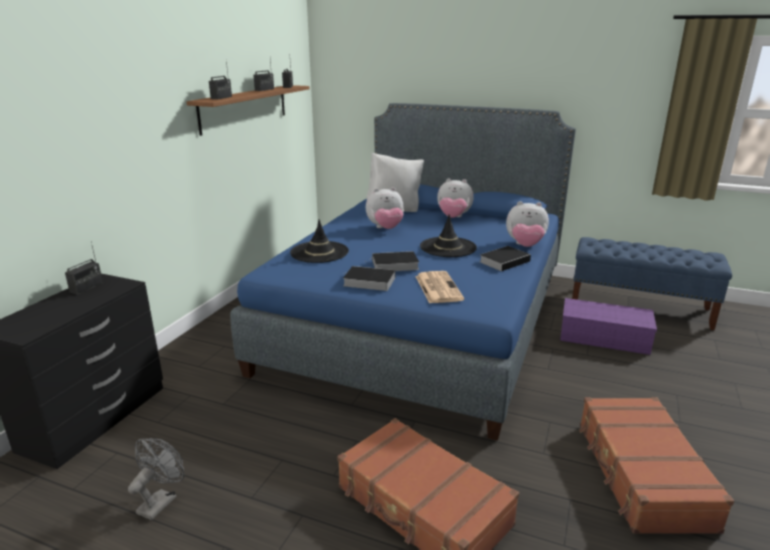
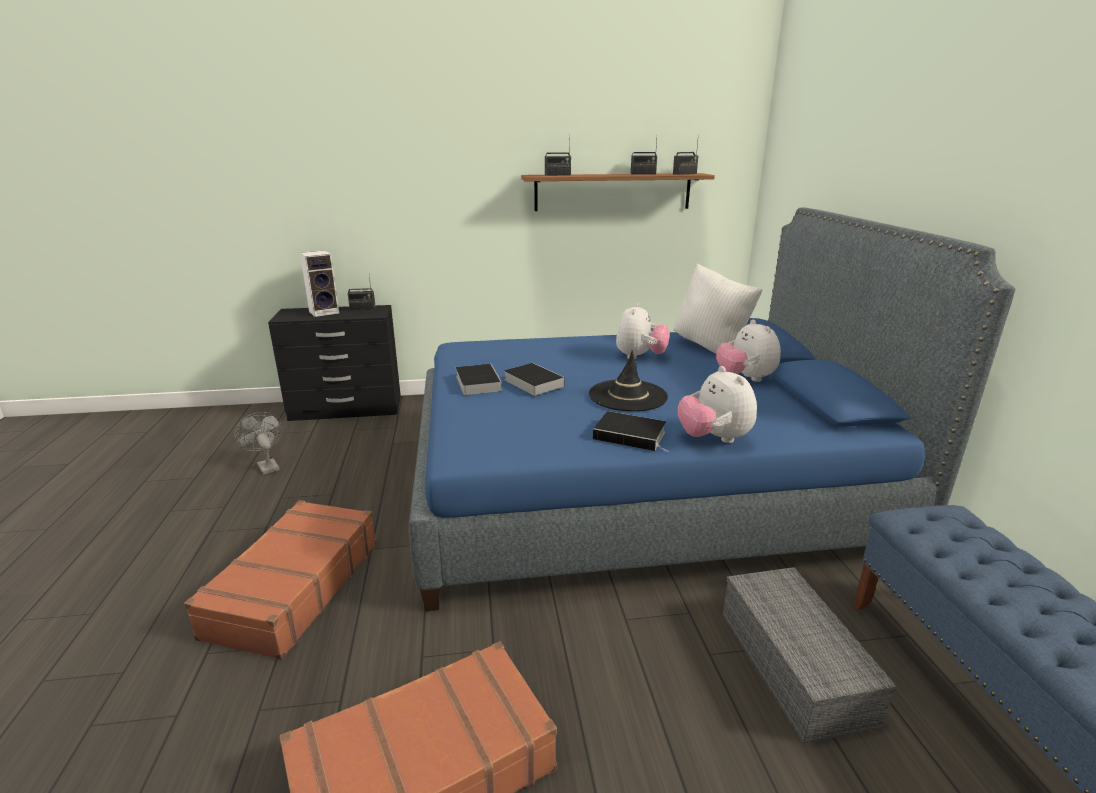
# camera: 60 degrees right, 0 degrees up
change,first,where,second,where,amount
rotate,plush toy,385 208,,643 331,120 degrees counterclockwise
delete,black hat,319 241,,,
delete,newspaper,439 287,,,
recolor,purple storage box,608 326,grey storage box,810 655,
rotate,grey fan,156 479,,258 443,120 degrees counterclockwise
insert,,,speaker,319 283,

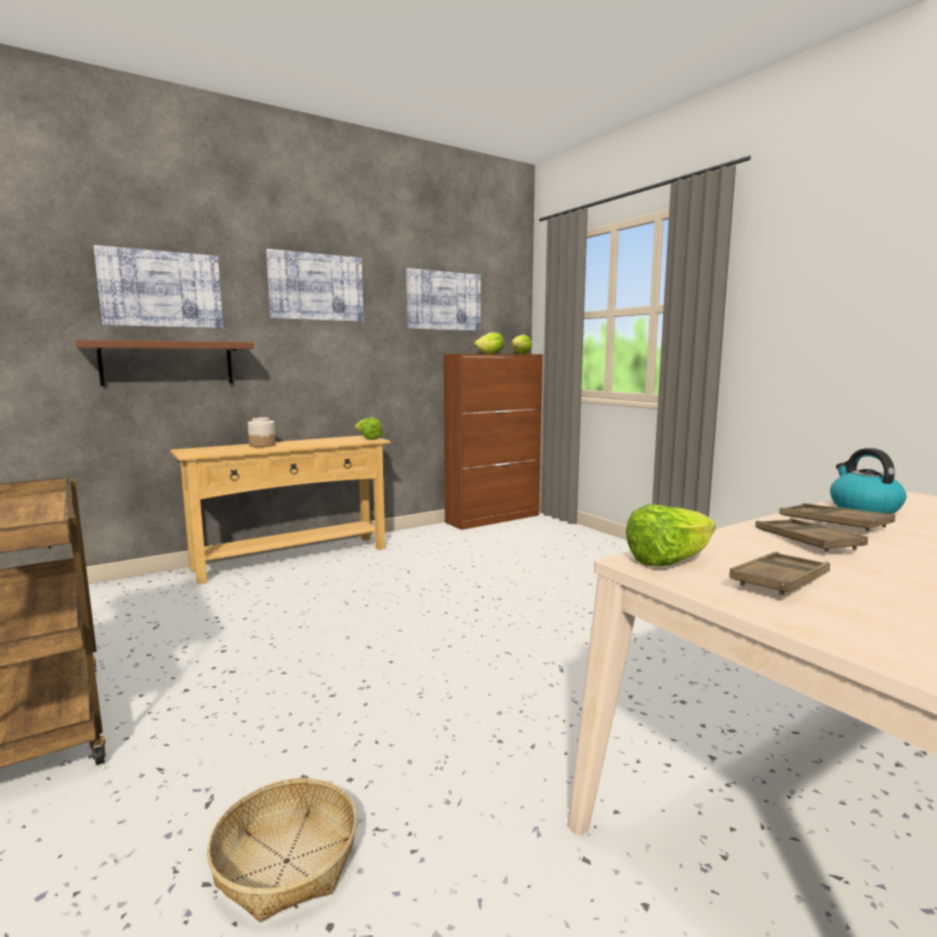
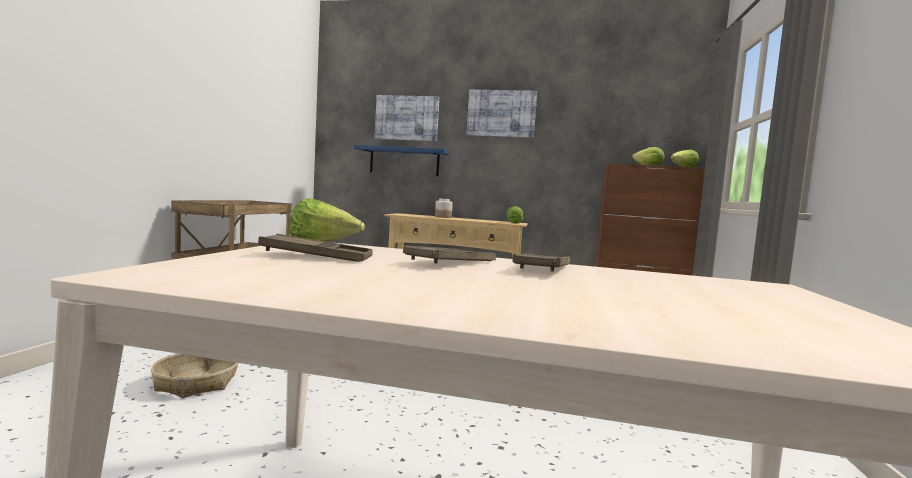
# camera: 45 degrees right, 5 degrees down
change,first,where,second,where,amount
delete,picture,443 299,,,
recolor,brown shelf,165 363,blue shelf,401 160,
delete,kettle,868 481,,,

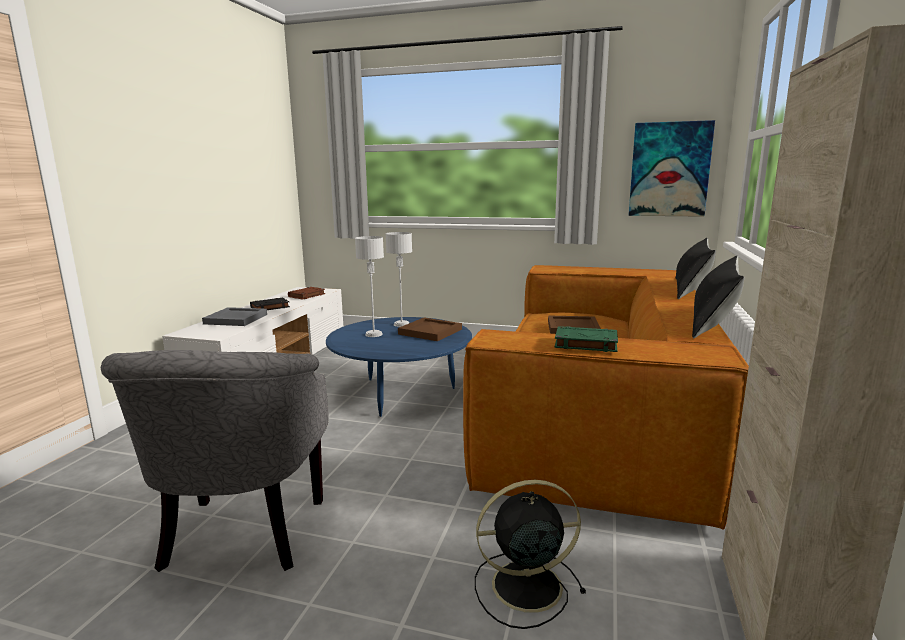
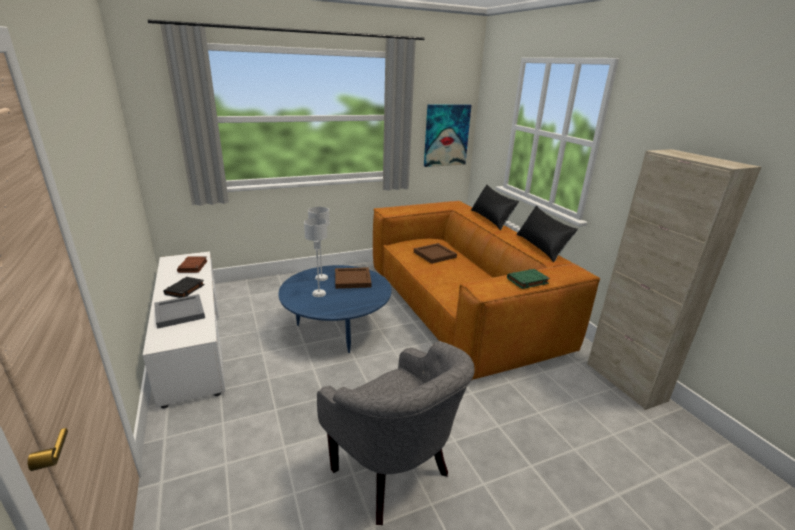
# camera: 40 degrees left, 10 degrees up
change,first,where,second,where,amount
delete,black fan,530 554,,,

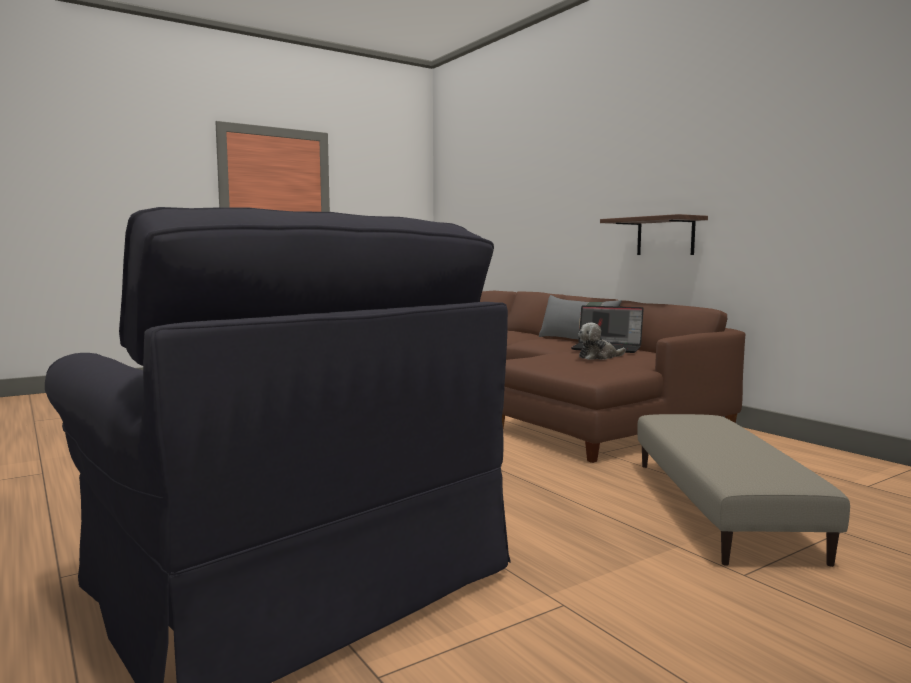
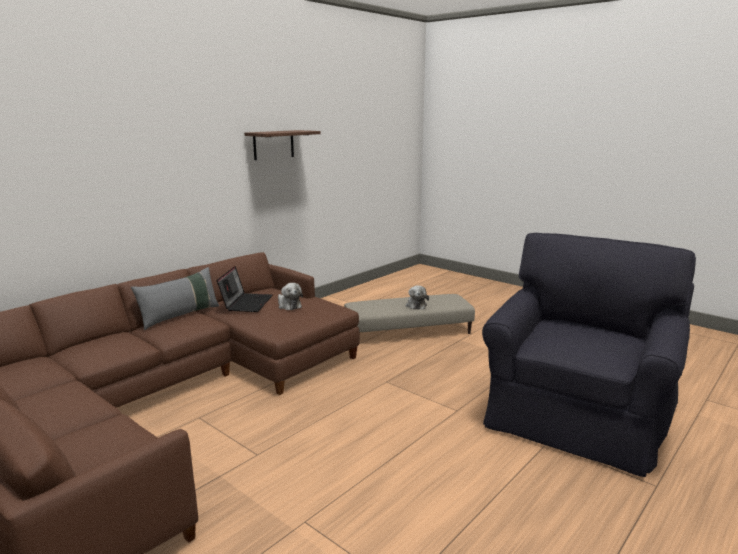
# camera: 105 degrees left, 10 degrees up
change,first,where,second,where,amount
move,shelf,654 234,,282 145,
insert,,,plush toy,417 297,

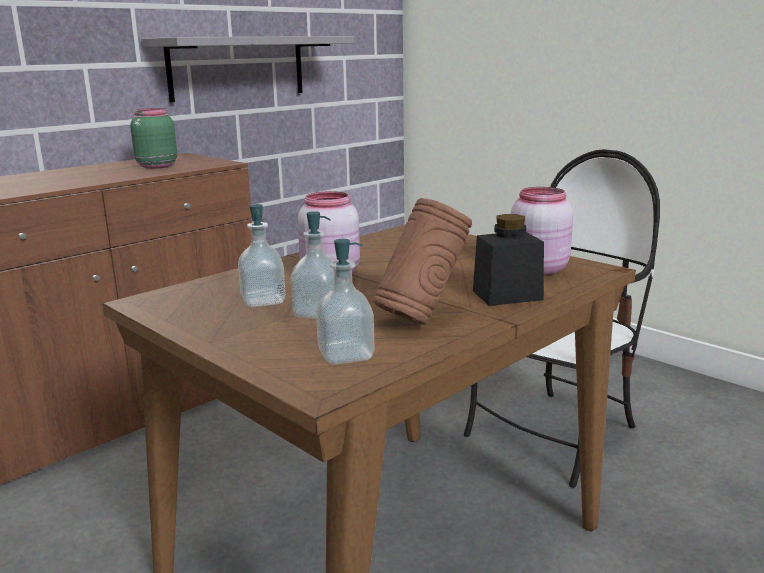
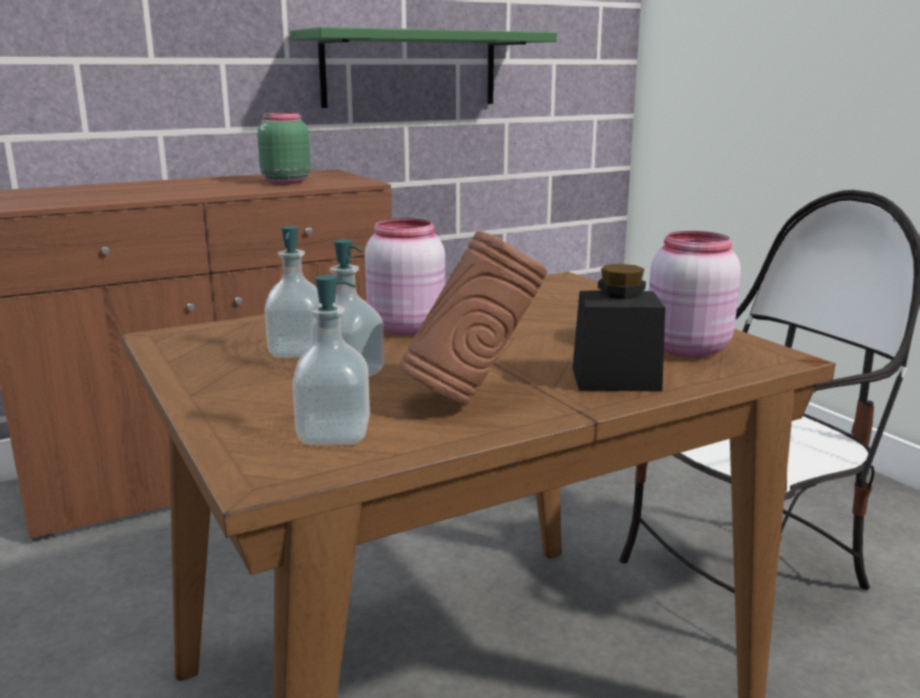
# camera: 15 degrees right, 0 degrees up
change,first,where,second,where,amount
recolor,grey shelf,247 69,green shelf,424 67,

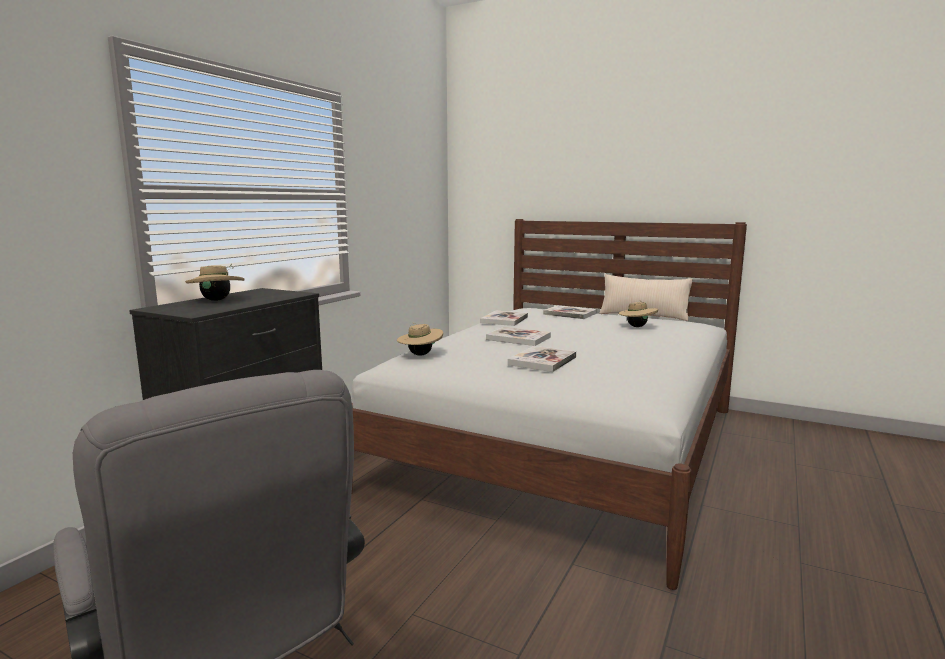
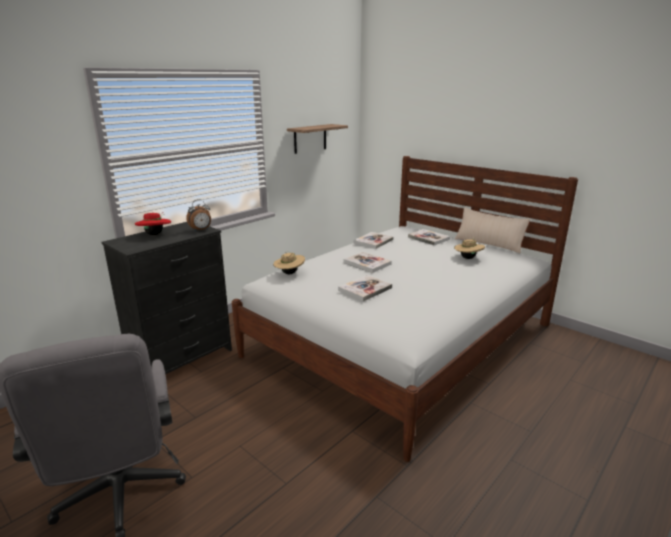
# camera: 15 degrees right, 10 degrees up
change,first,where,second,where,amount
recolor,beige hat,214 282,red hat,153 224,
insert,,,shelf,317 139,
insert,,,alarm clock,198 215,

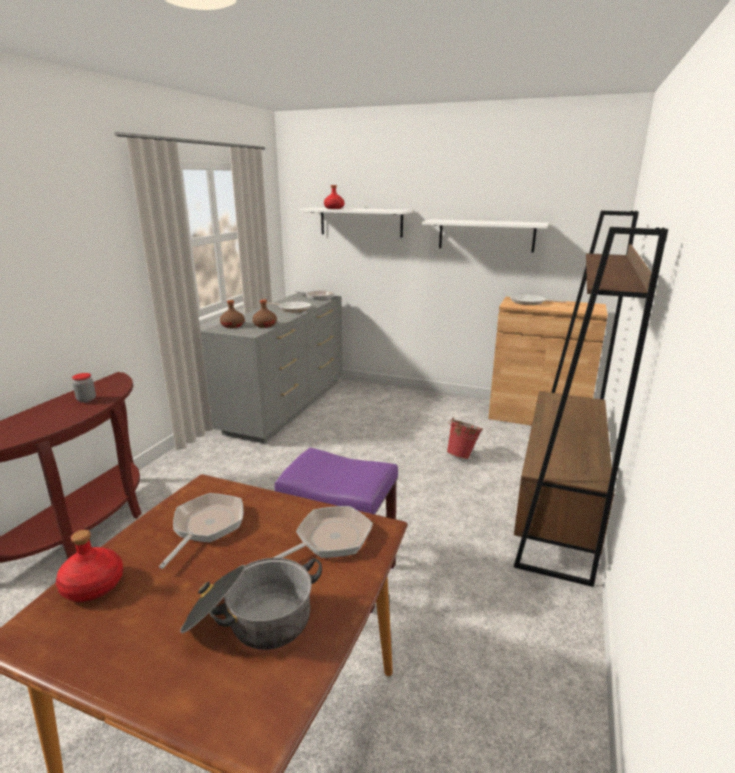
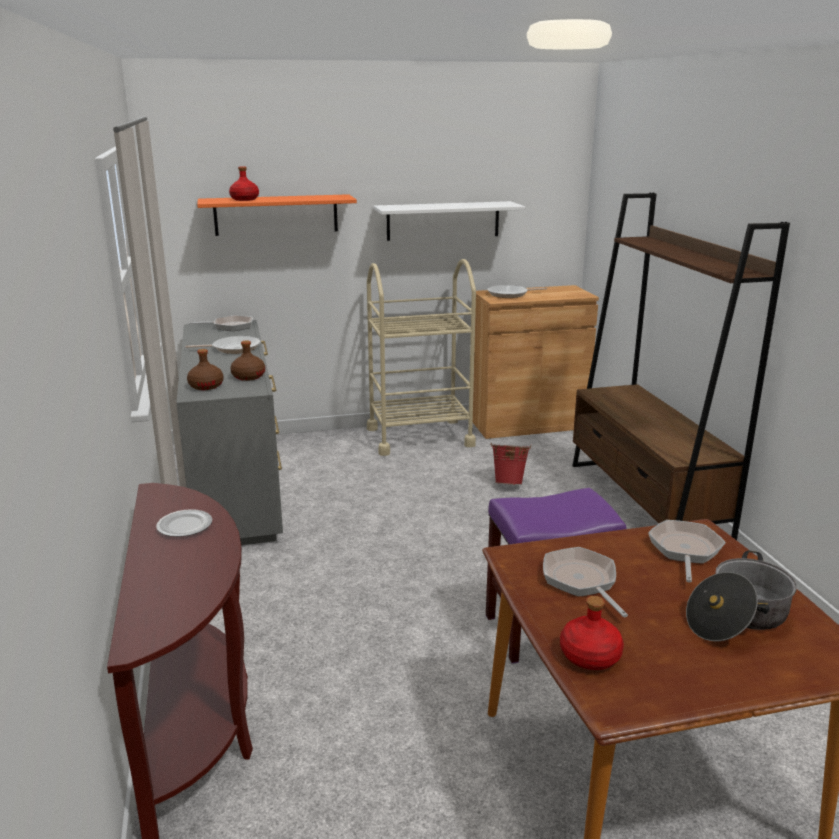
# camera: 35 degrees left, 0 degrees up
change,first,where,second,where,amount
recolor,white shelf,355 223,orange shelf,277 215,
replace,jar,84 388,plate,184 523,
insert,,,beige cart,421 357,

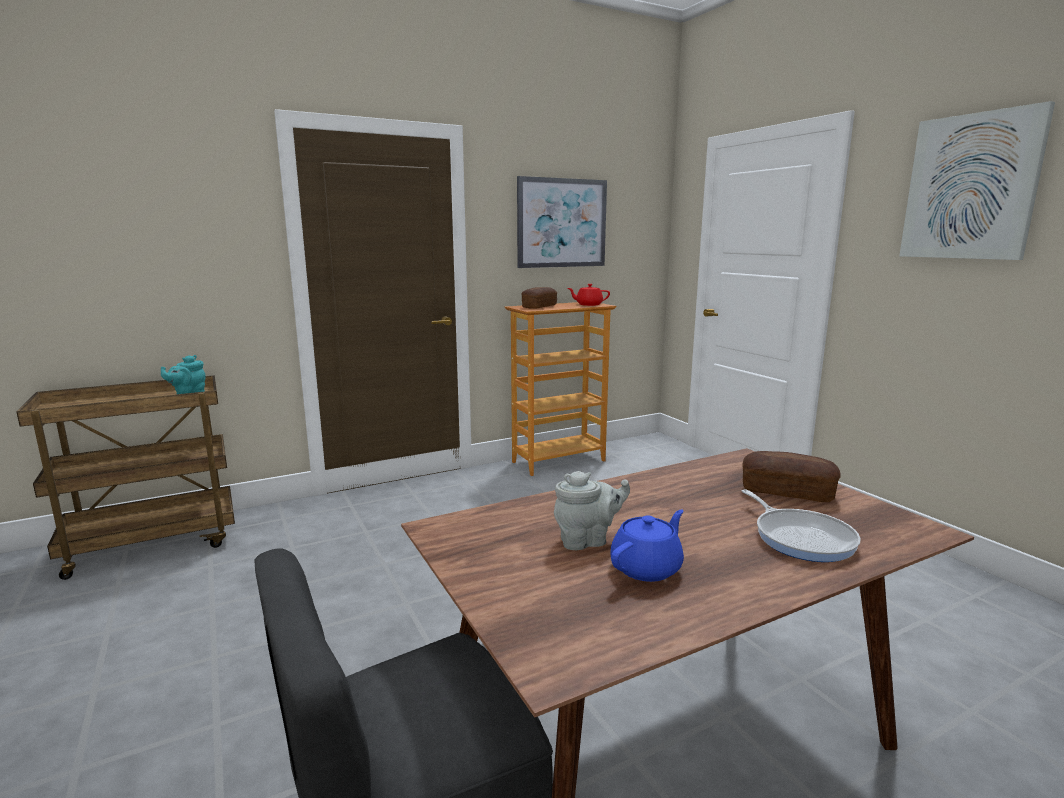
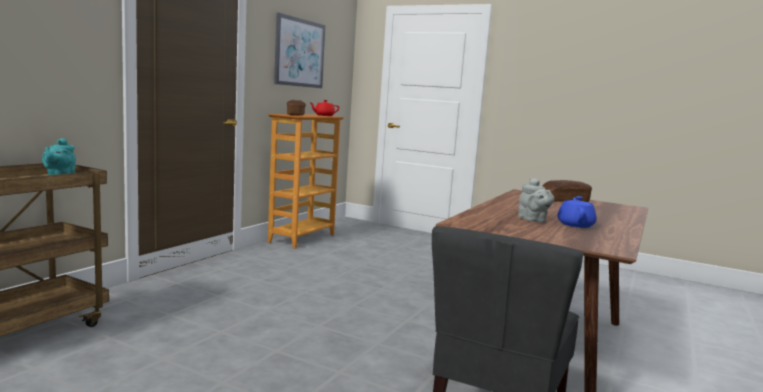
# camera: 35 degrees left, 5 degrees down
change,first,where,second,where,amount
delete,picture,977 180,,,
rotate,grey teapot,592 510,,536 200,120 degrees clockwise
delete,frying pan,801 525,,,

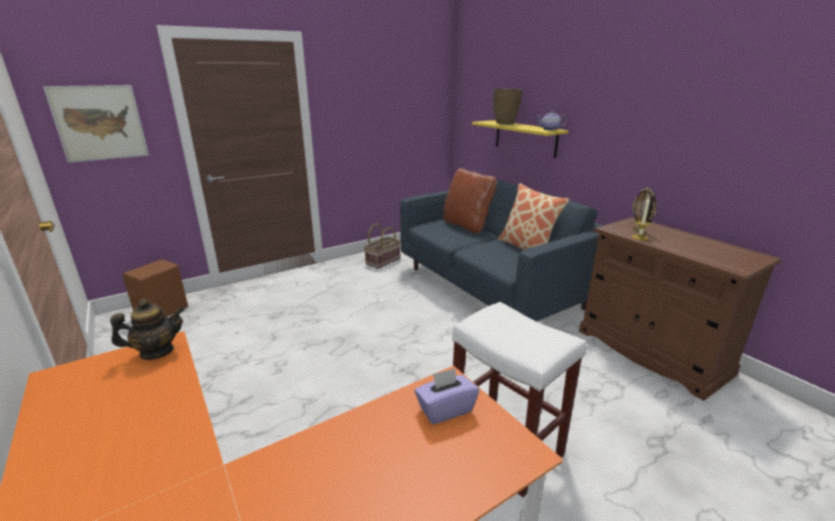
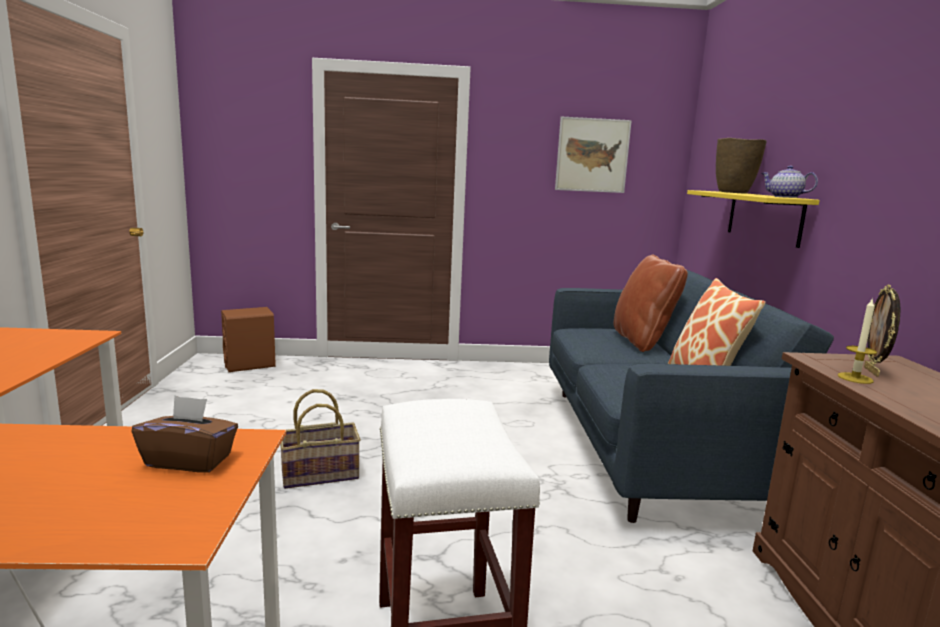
# camera: 30 degrees right, 10 degrees down
change,first,where,second,where,amount
move,picture,96 124,,593 154,
move,basket,382 246,,320 439,
delete,teapot,147 329,,,
recolor,purple tissue box,446 396,brown tissue box,184 434,

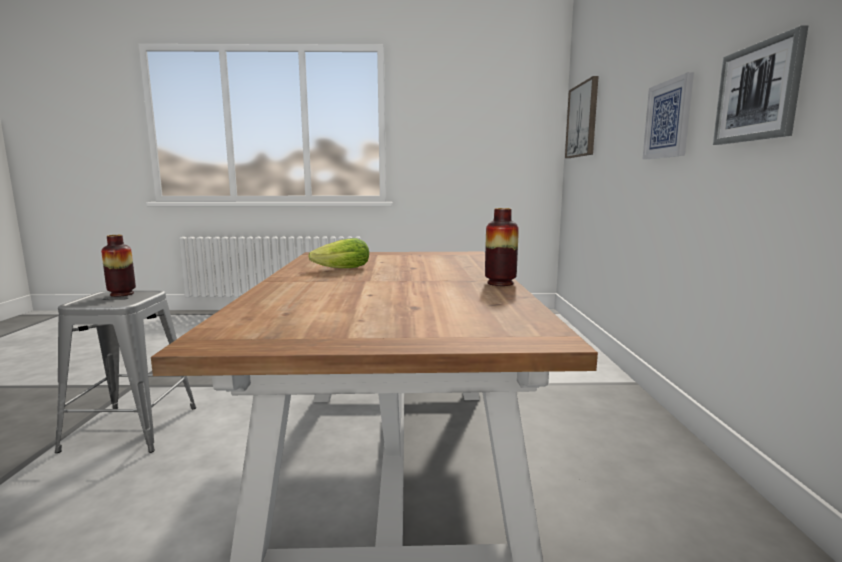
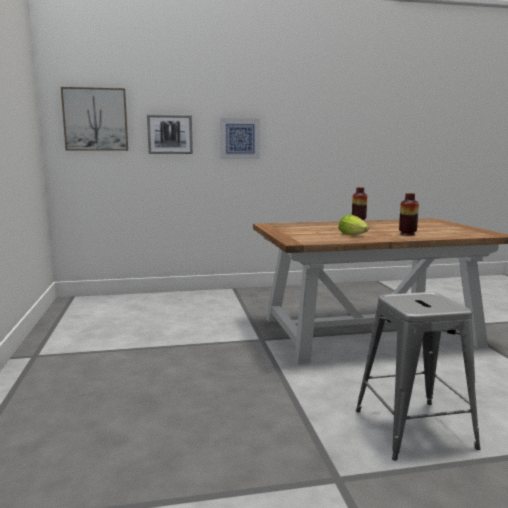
# camera: 100 degrees left, 0 degrees up
change,first,where,second,where,amount
move,picture,760 85,,170 134,
move,vase,118 266,,409 214,

